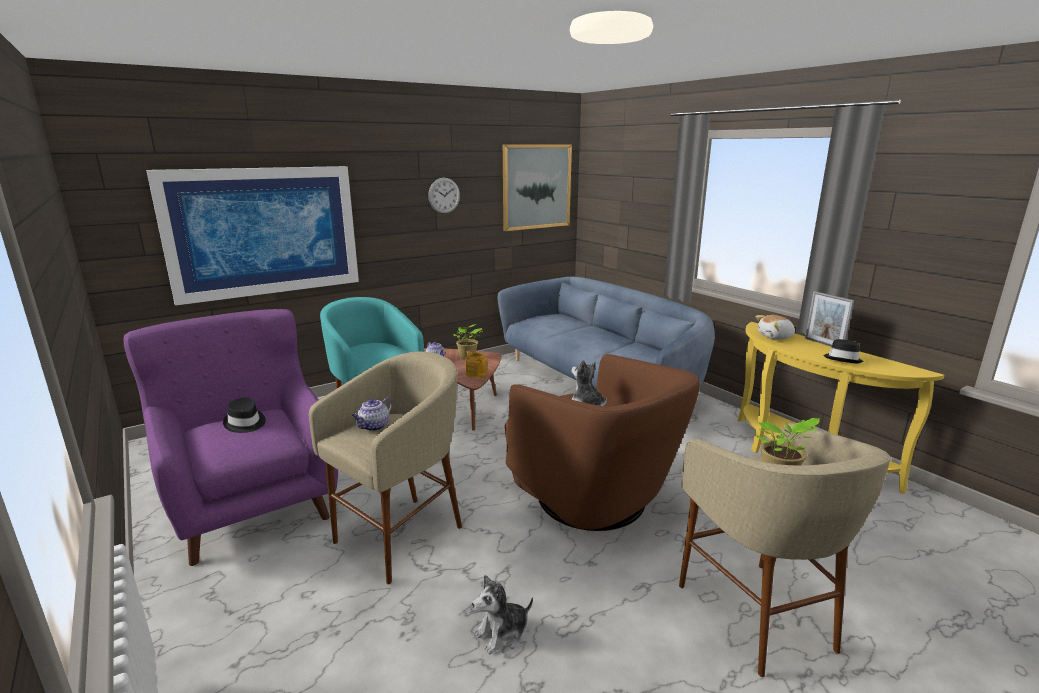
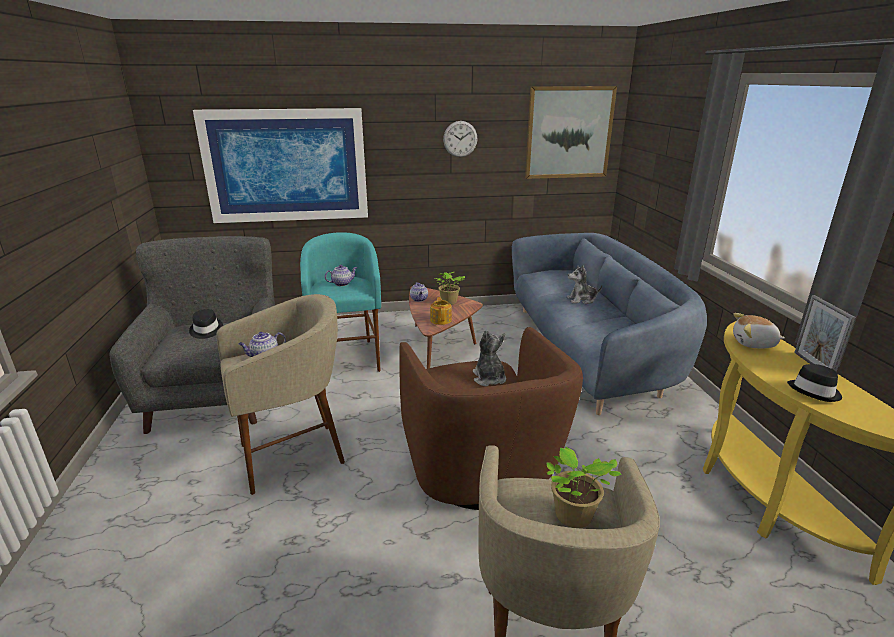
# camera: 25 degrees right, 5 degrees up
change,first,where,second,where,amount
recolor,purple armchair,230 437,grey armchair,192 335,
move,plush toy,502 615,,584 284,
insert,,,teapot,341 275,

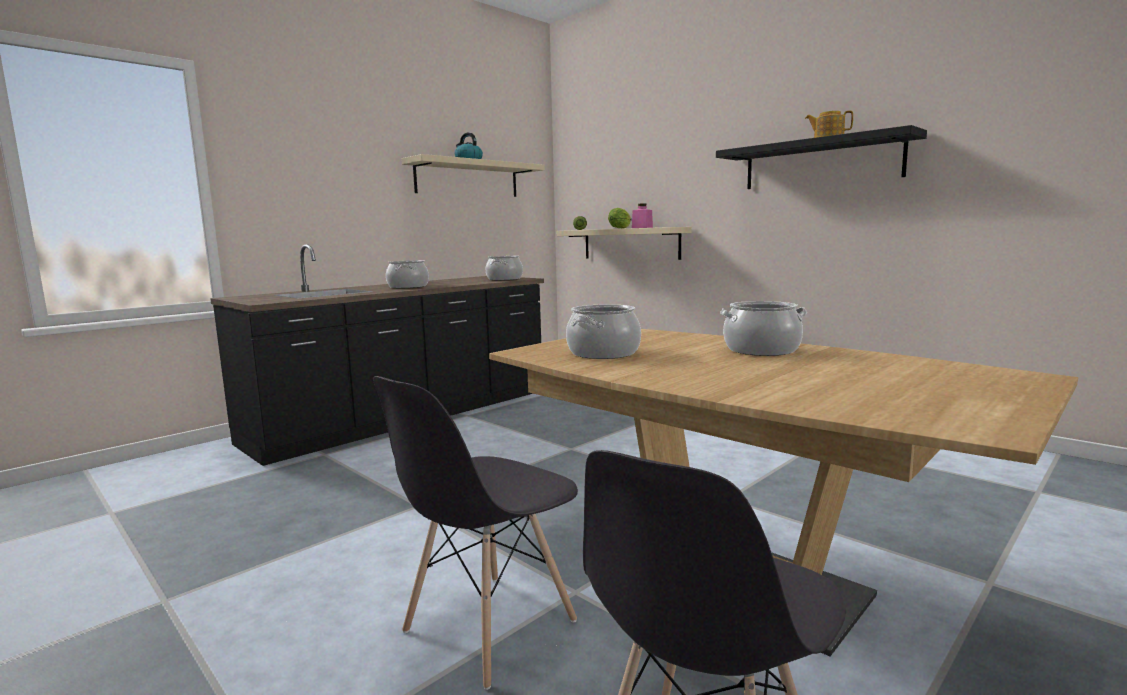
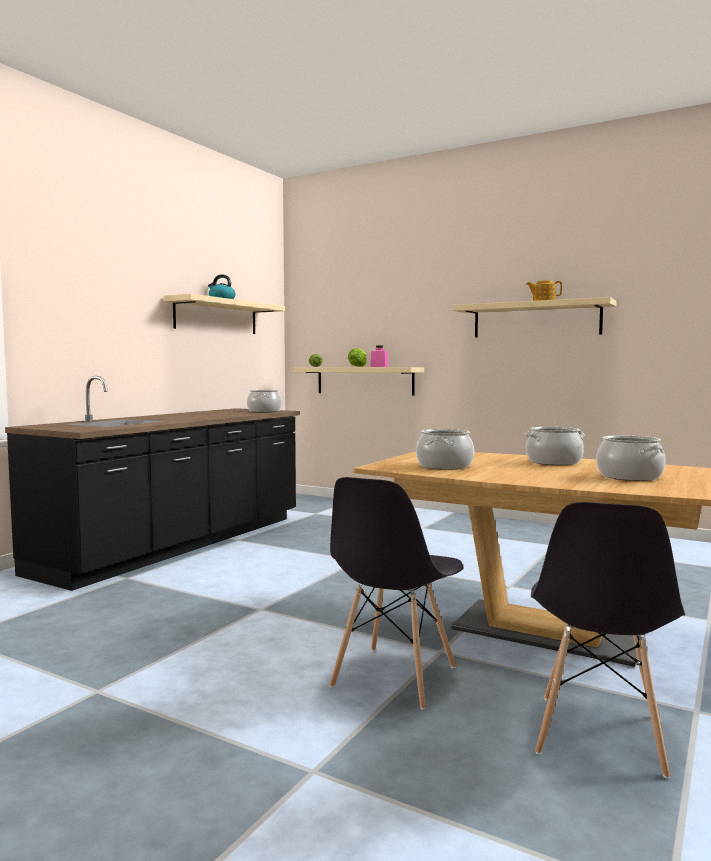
# camera: 15 degrees left, 5 degrees down
change,first,where,second,where,amount
recolor,black shelf,821 157,beige shelf,534 317,
move,cooking pot,407 274,,630 458,

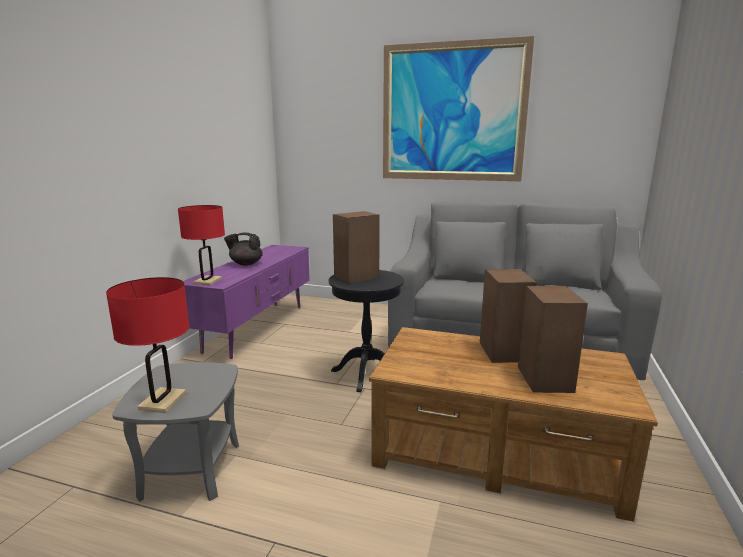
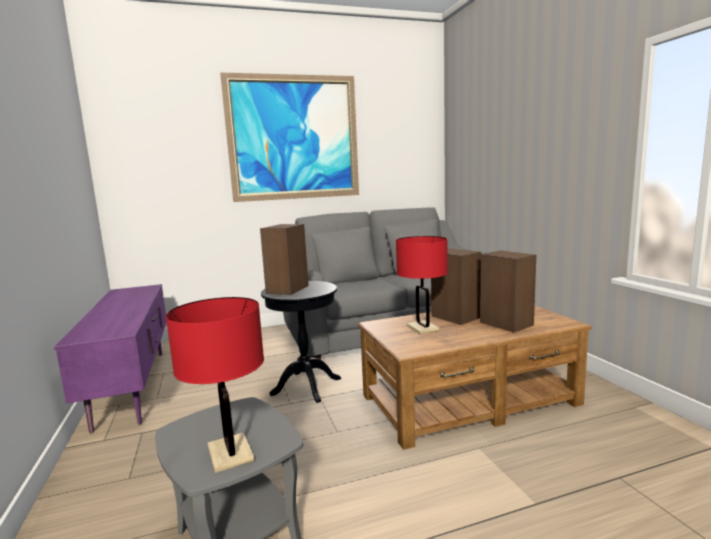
# camera: 35 degrees left, 5 degrees down
change,first,where,second,where,amount
move,red table lamp,201 245,,422 285,
delete,black teapot,243 249,,,

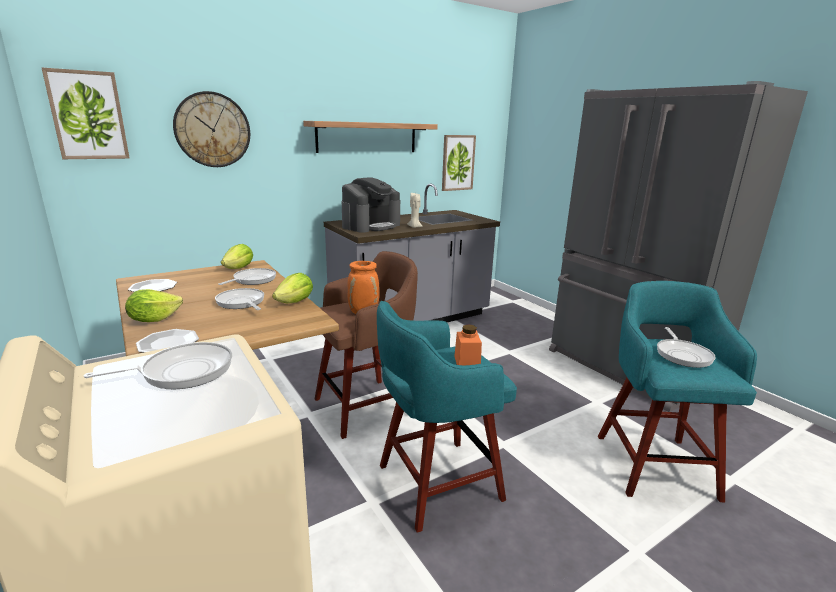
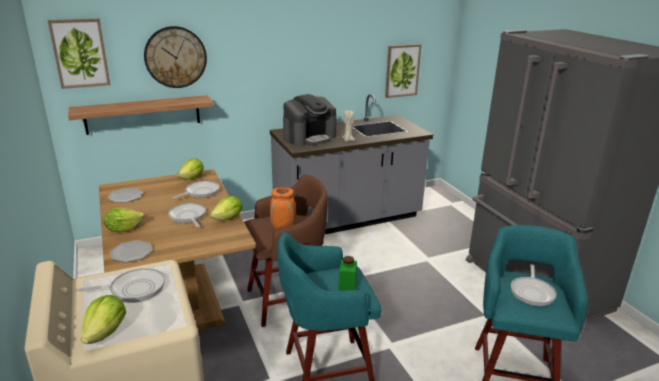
# camera: 10 degrees right, 5 degrees up
change,first,where,second,where,amount
move,shelf,370 137,,141 115,
recolor,orange jar,468 344,green jar,347 273,
insert,,,lettuce,103 319,

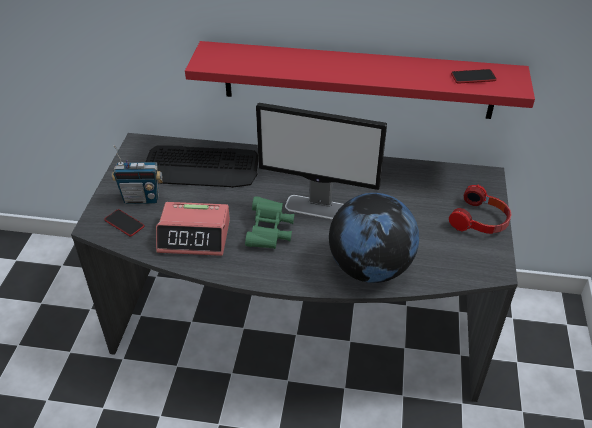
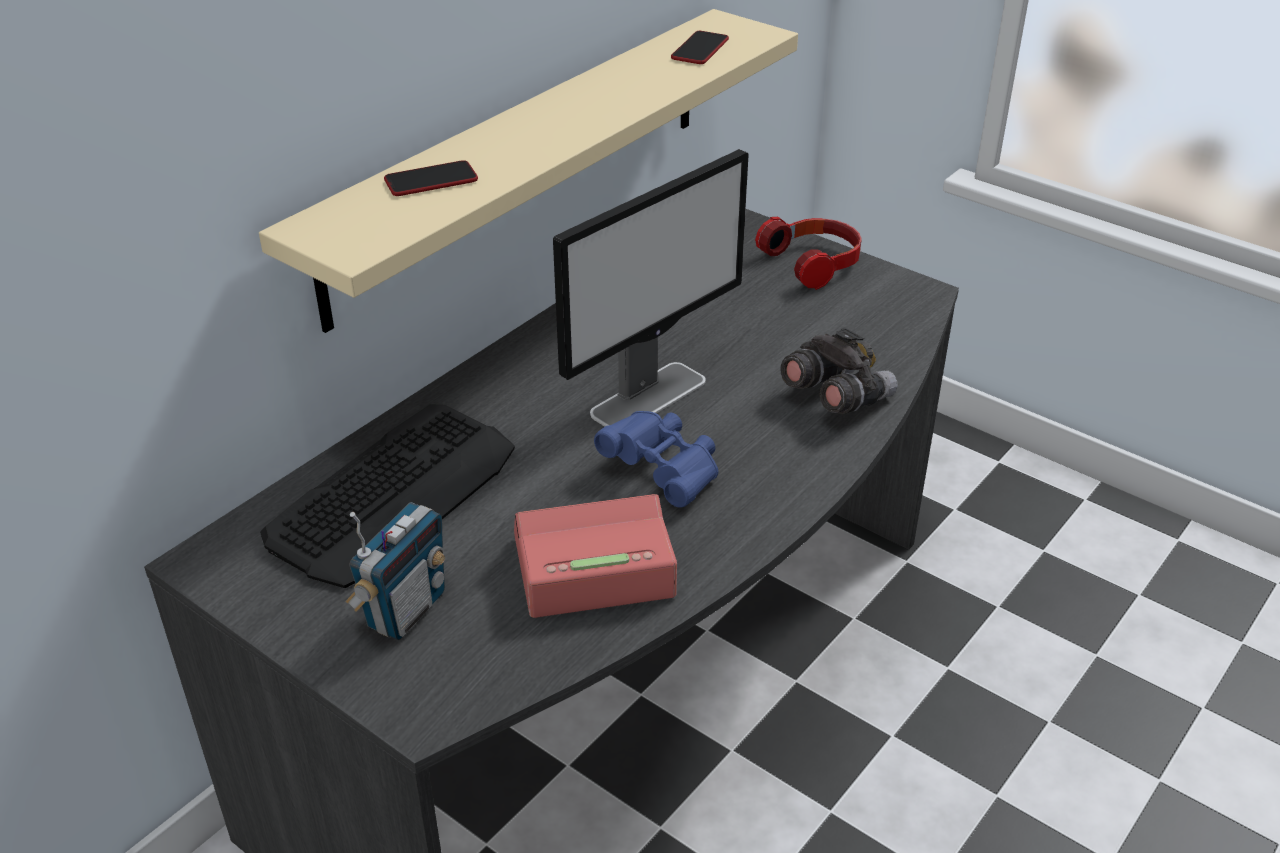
# camera: 60 degrees left, 5 degrees down
change,first,where,second,where,amount
recolor,red shelf,360 80,beige shelf,528 171,
replace,globe,374 238,grey binoculars,839 371,
recolor,green binoculars,270 222,blue binoculars,656 459,
rotate,alarm clock,193 229,,595 556,135 degrees counterclockwise
move,phone,124 222,,431 178,

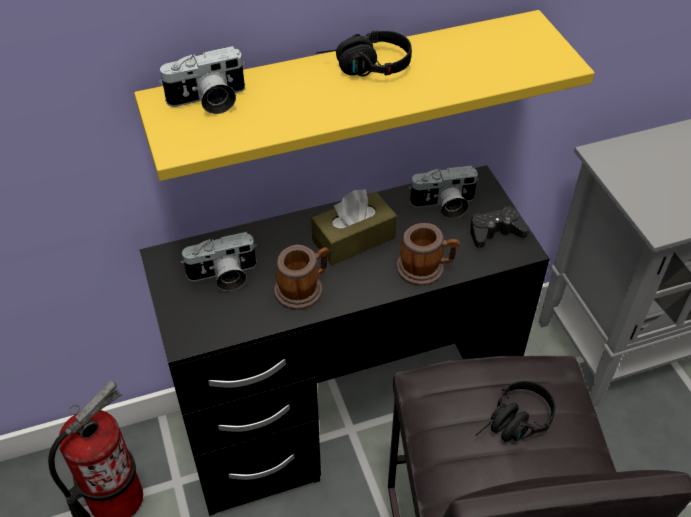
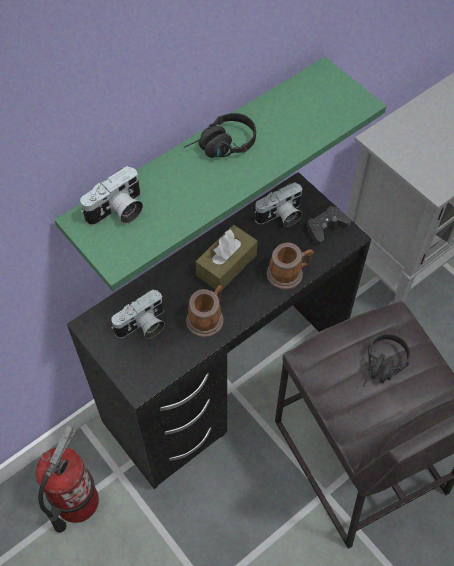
# camera: 20 degrees left, 10 degrees up
change,first,where,second,where,amount
recolor,yellow shelf,364 95,green shelf,220 174,

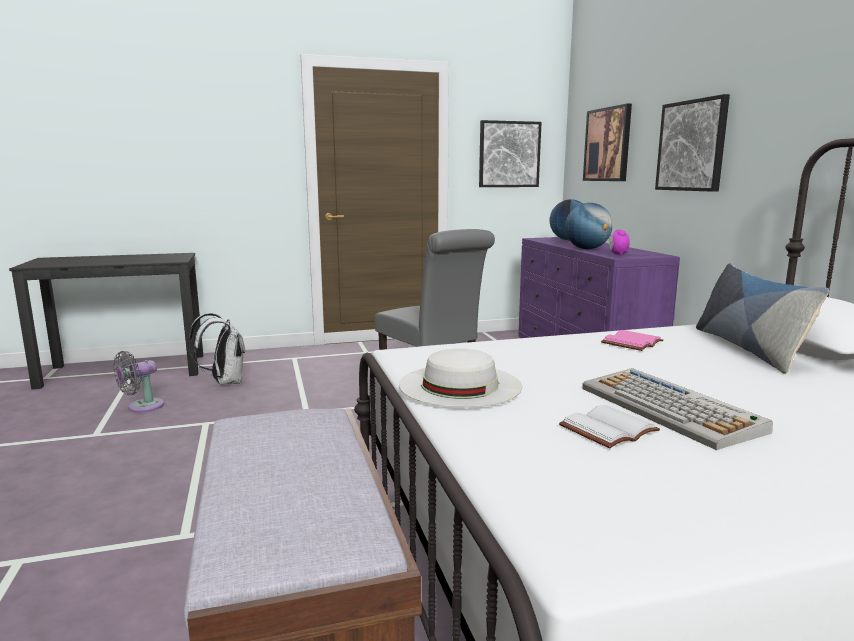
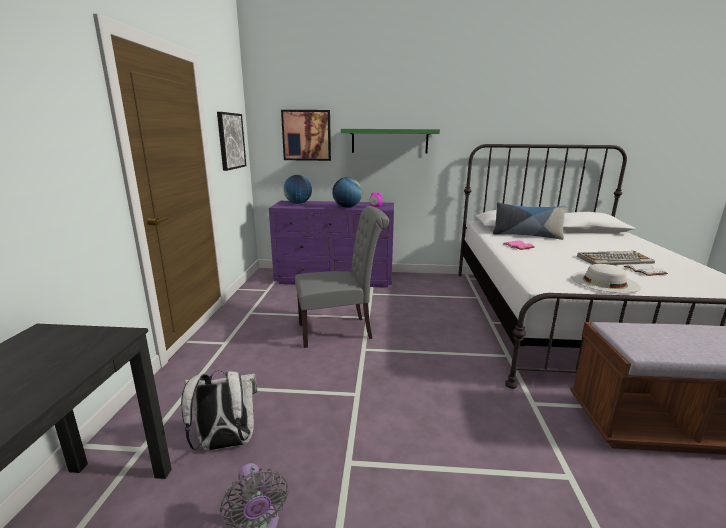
# camera: 70 degrees left, 5 degrees up
change,first,where,second,where,amount
replace,picture,692 143,green shelf,390 141,

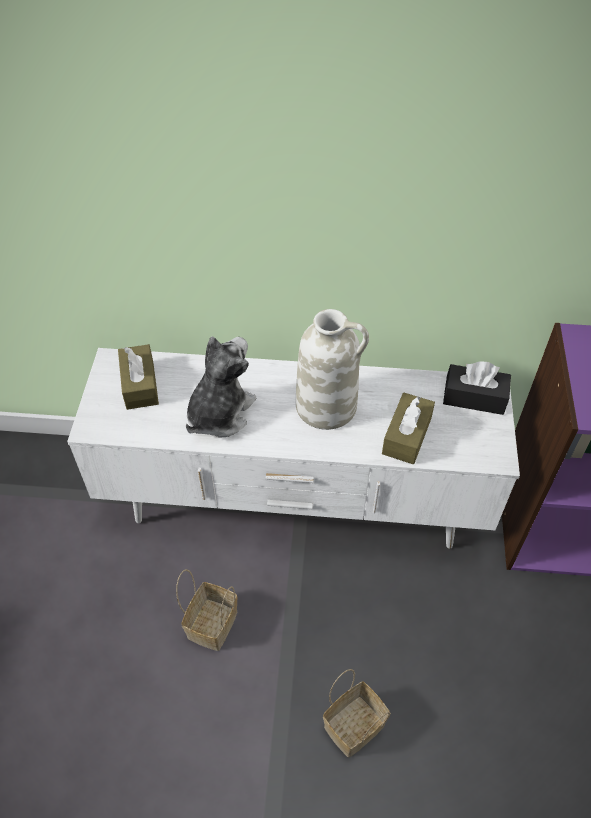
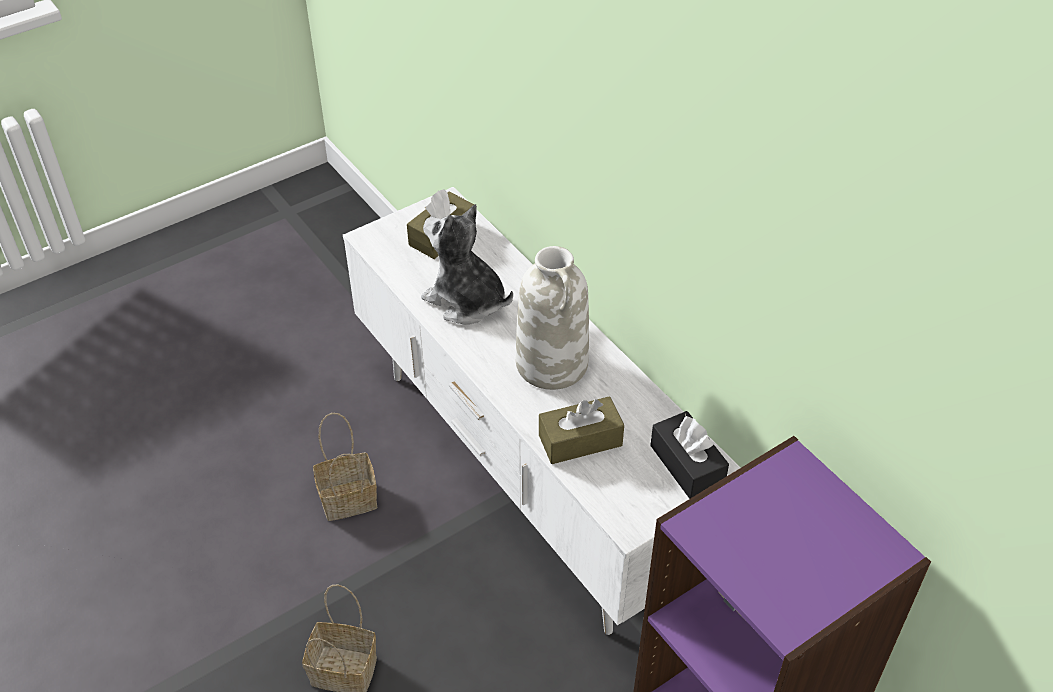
# camera: 50 degrees right, 5 degrees down
change,first,where,second,where,amount
rotate,plush toy,221 387,,467 264,135 degrees counterclockwise

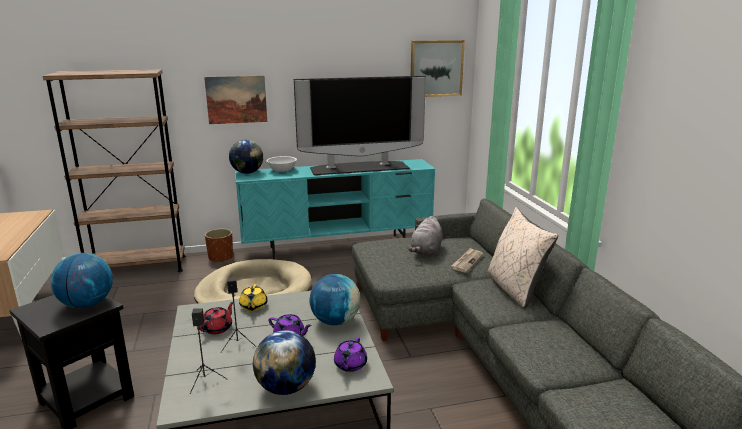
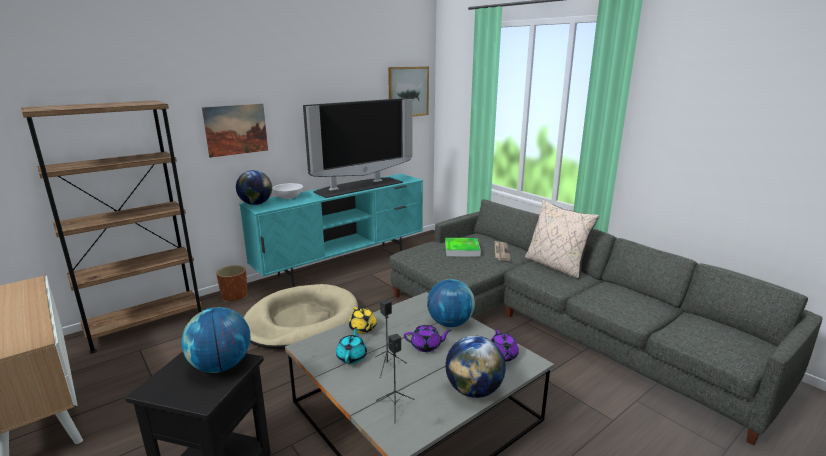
# camera: 25 degrees left, 0 degrees up
change,first,where,second,where,amount
replace,grey plush toy,425 235,tray,463 247,
recolor,red teapot,216 318,turquoise teapot,351 345,

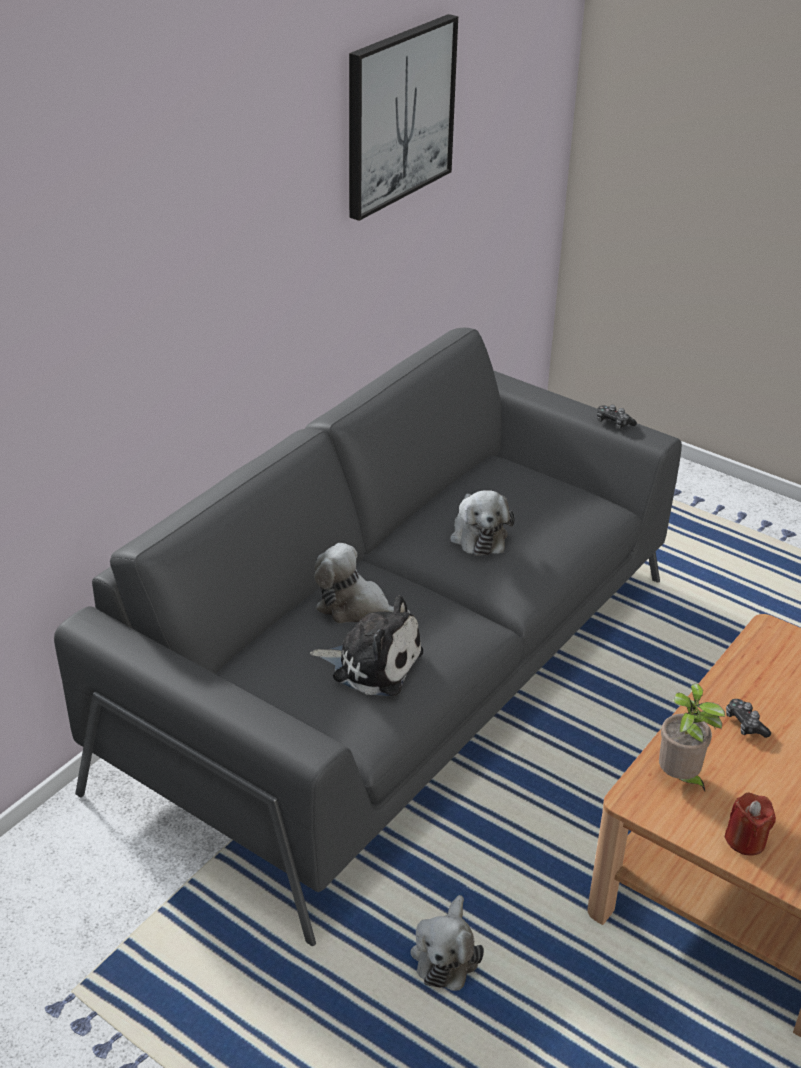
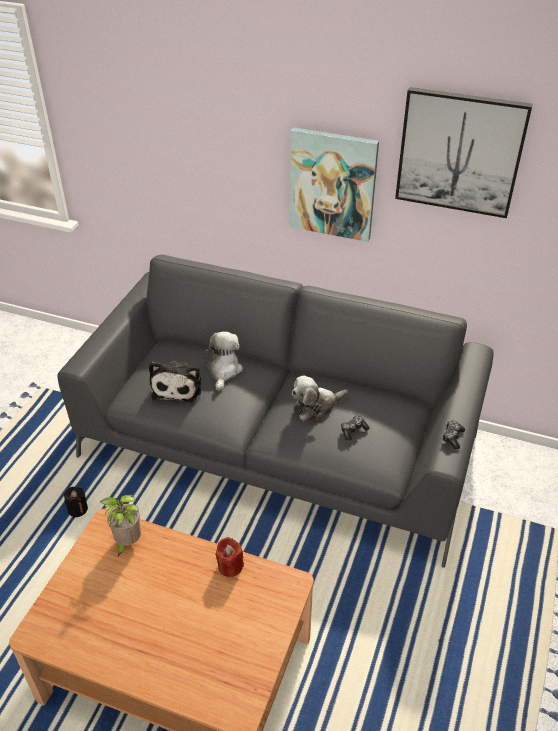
# camera: 75 degrees right, 5 degrees up
change,first,where,second,where,amount
move,game controller,748 718,,355 428,
move,red candle,750 824,,229 557,
replace,plush toy,447 943,black candle,76 502,
insert,,,picture,334 184,

